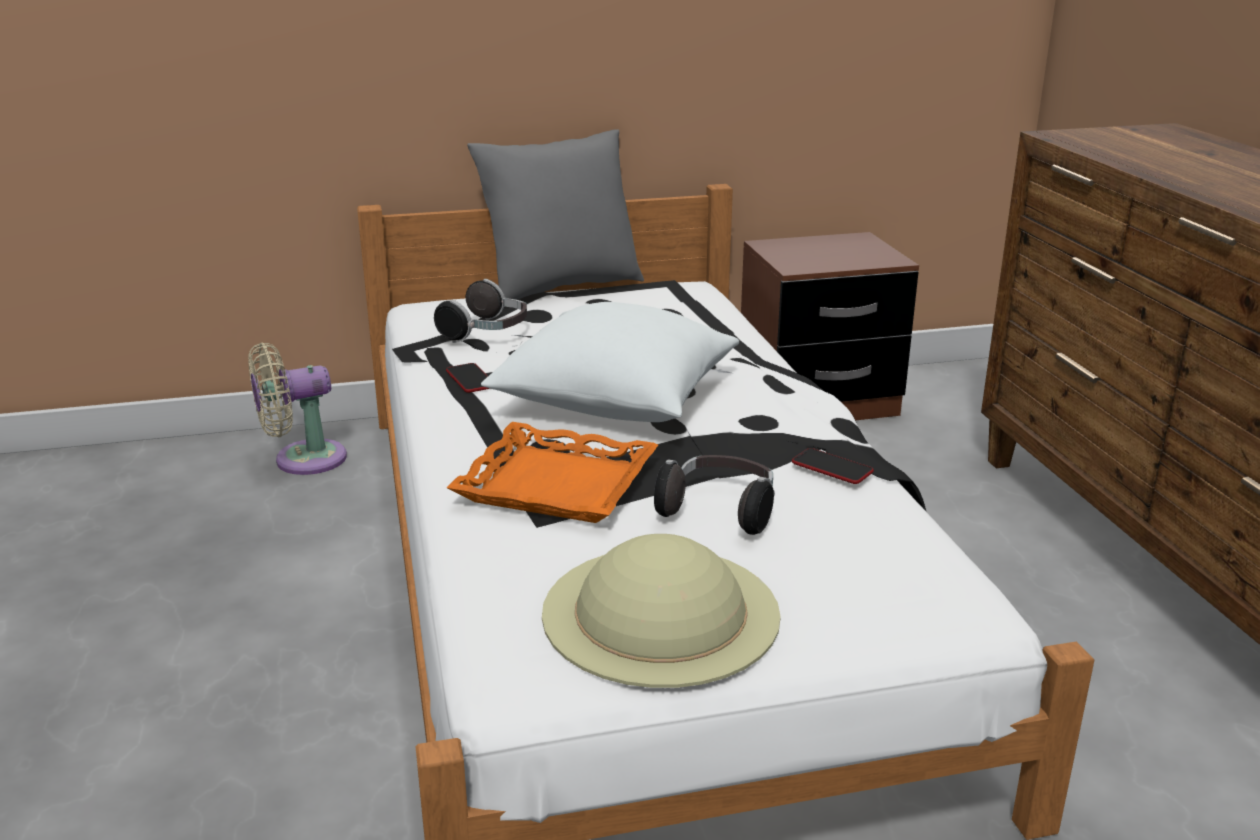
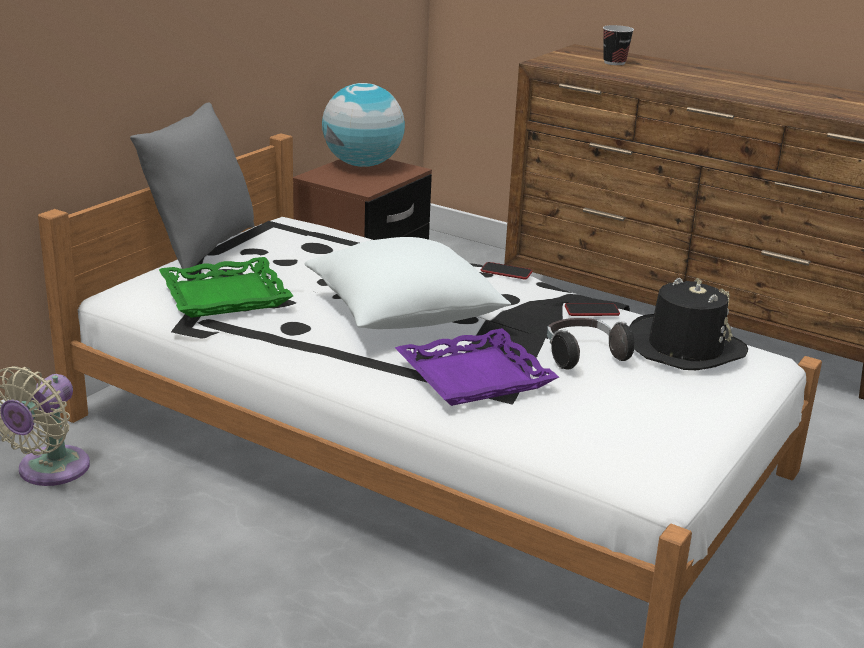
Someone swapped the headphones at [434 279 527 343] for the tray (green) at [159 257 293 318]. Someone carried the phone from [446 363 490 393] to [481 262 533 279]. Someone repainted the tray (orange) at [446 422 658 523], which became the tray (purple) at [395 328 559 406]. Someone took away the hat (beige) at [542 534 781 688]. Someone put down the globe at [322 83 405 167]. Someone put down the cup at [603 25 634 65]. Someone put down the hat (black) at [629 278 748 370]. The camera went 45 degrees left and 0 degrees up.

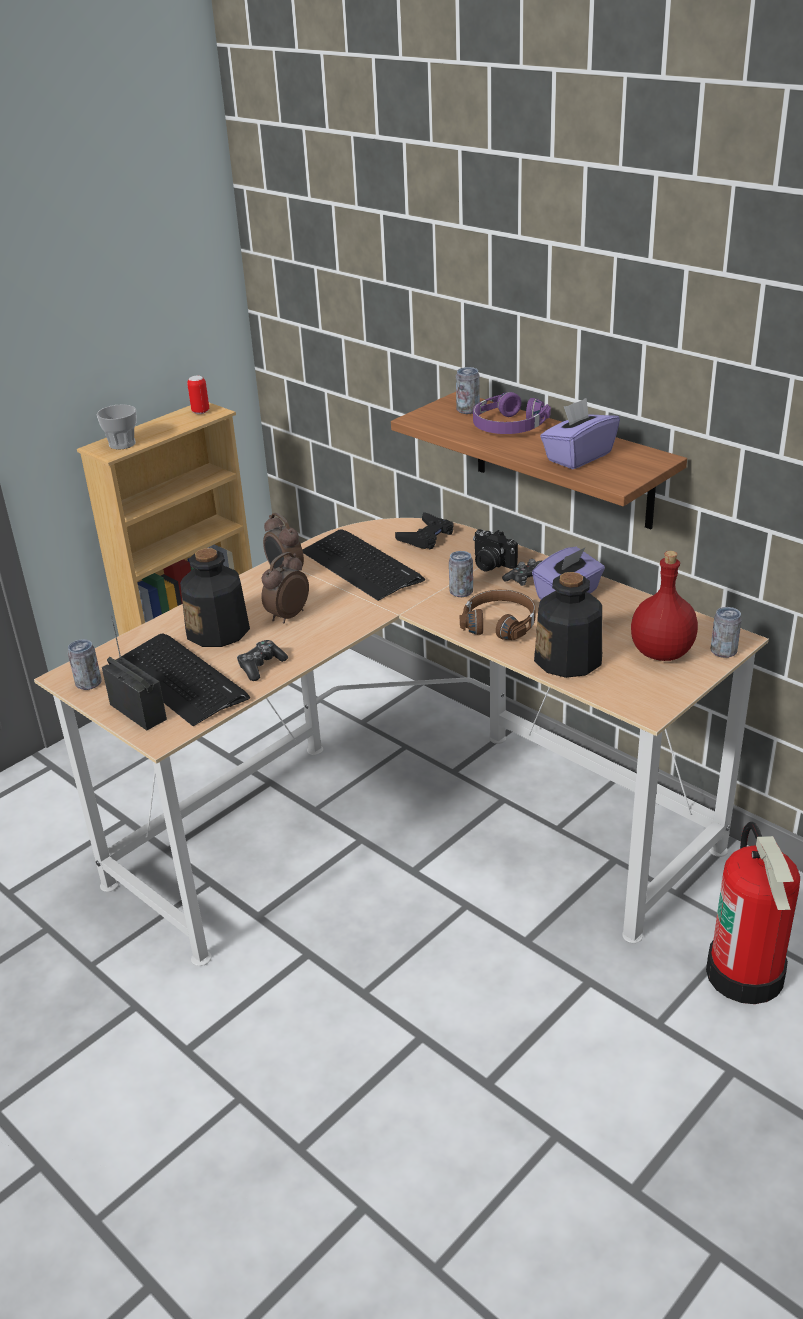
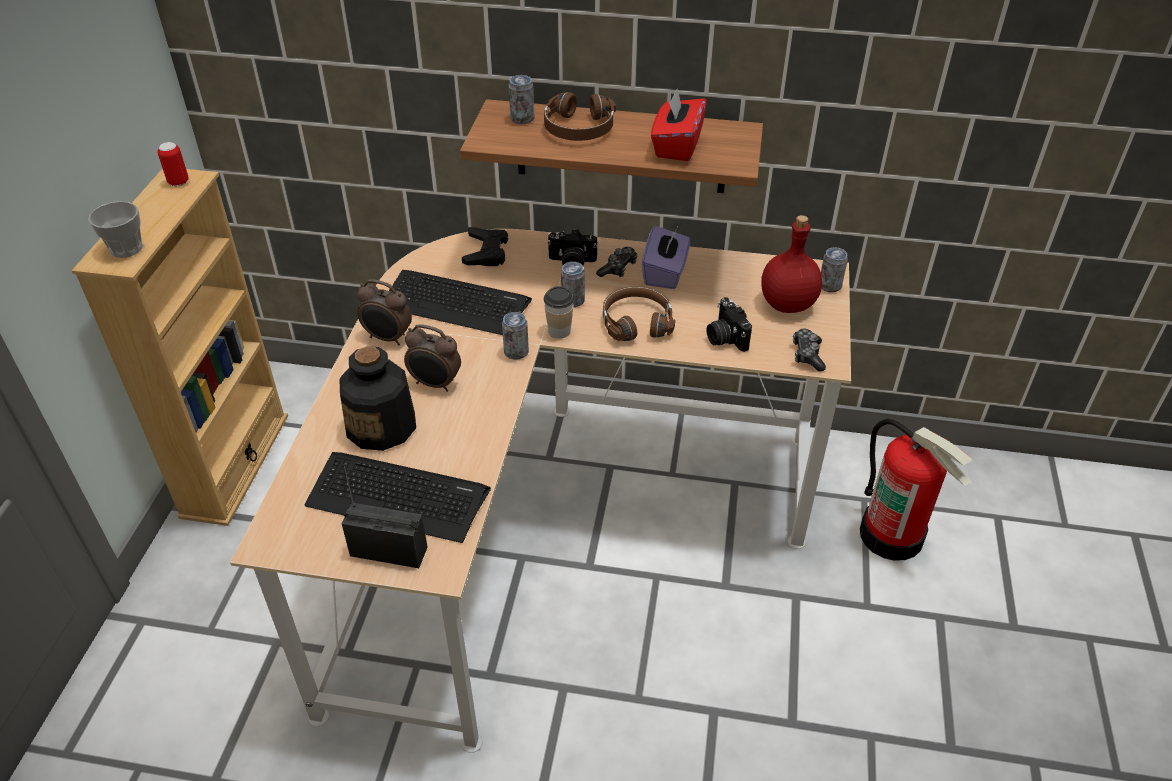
Someone carried the can from [68 639 102 690] to [502 312 529 359]. Someone carried the game controller from [237 640 288 681] to [793 329 826 371]. Someone rotated the alarm clock at [261 552 309 624] by 75 degrees counterclockwise. Someone repainted the headphones (purple) at [473 392 551 434], which became the headphones (brown) at [544 92 616 141]. Someone swapped the bottle at [534 572 602 678] for the photo camera at [707 297 752 352]. Someone repainted the tissue box (purple) at [540 398 620 469], which became the tissue box (red) at [651 89 707 161]. Someone put down the cup at [544 286 574 339]. The camera went 35 degrees left and 10 degrees up.

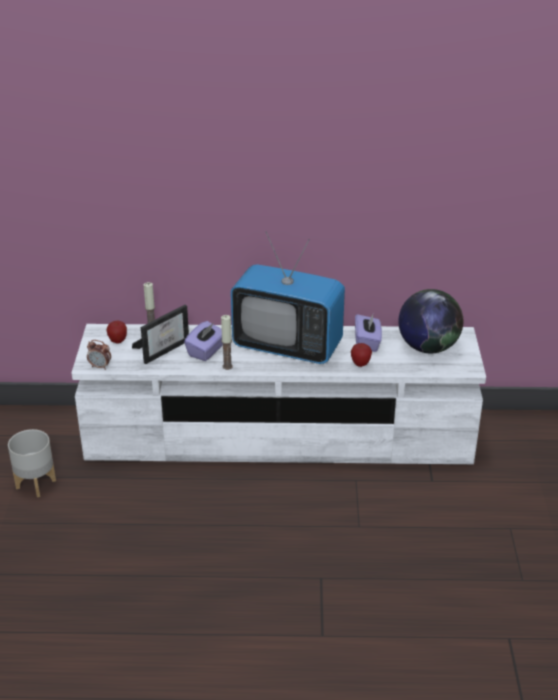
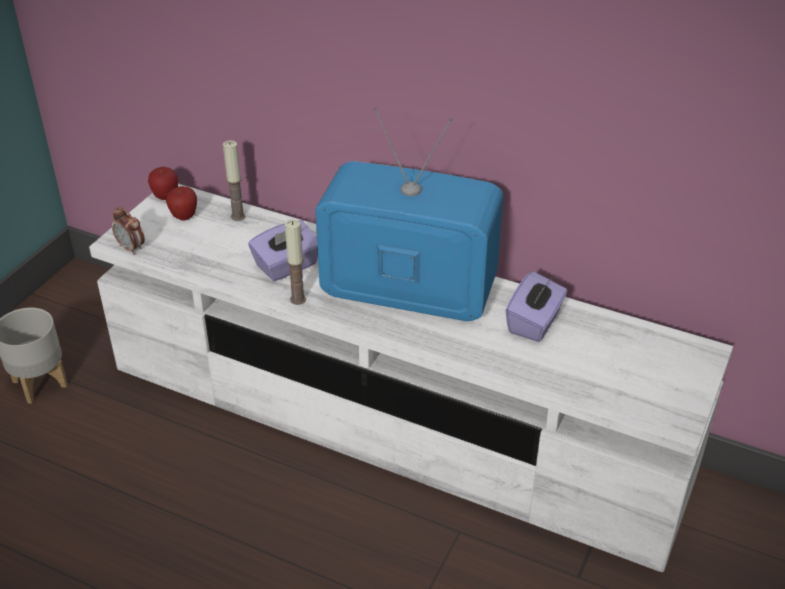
Someone took away the picture frame at [132 305 189 364]. Someone rotated the television at [231 231 345 364] by 150 degrees clockwise. Someone carried the apple from [351 343 372 367] to [148 167 178 200]. Someone took away the globe at [398 289 463 354]. The camera went 25 degrees right and 5 degrees up.

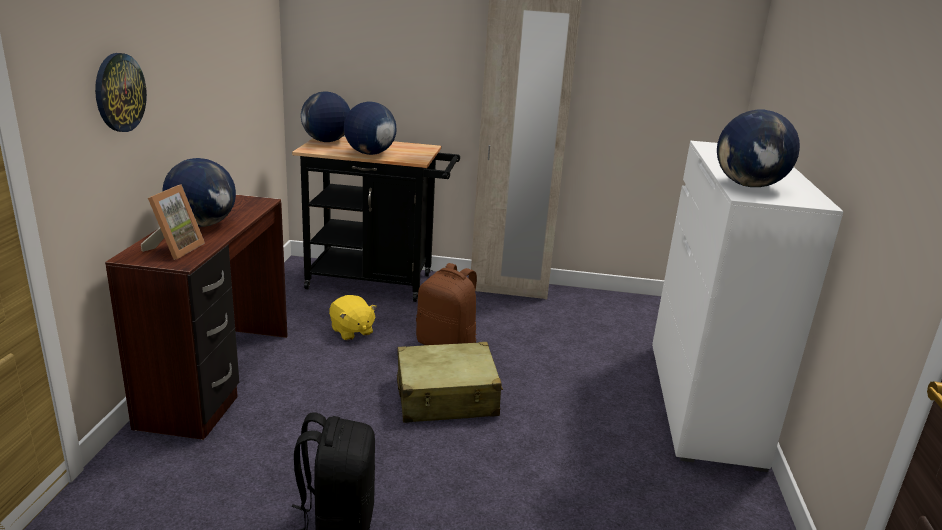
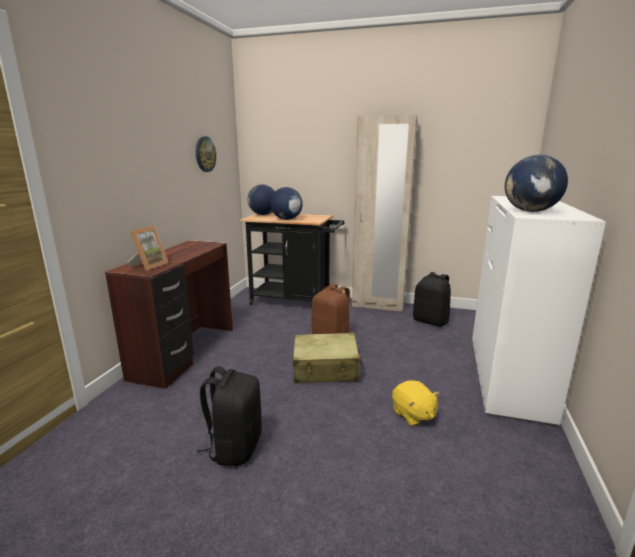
Someone carried the wall clock from [95 53 147 132] to [196 136 216 172]. Someone took away the globe at [162 158 236 227]. Someone carried the plush toy (yellow) from [329 295 377 340] to [392 380 440 426]. Someone put down the backpack (black) at [413 272 451 327]. The camera went 10 degrees right and 5 degrees down.

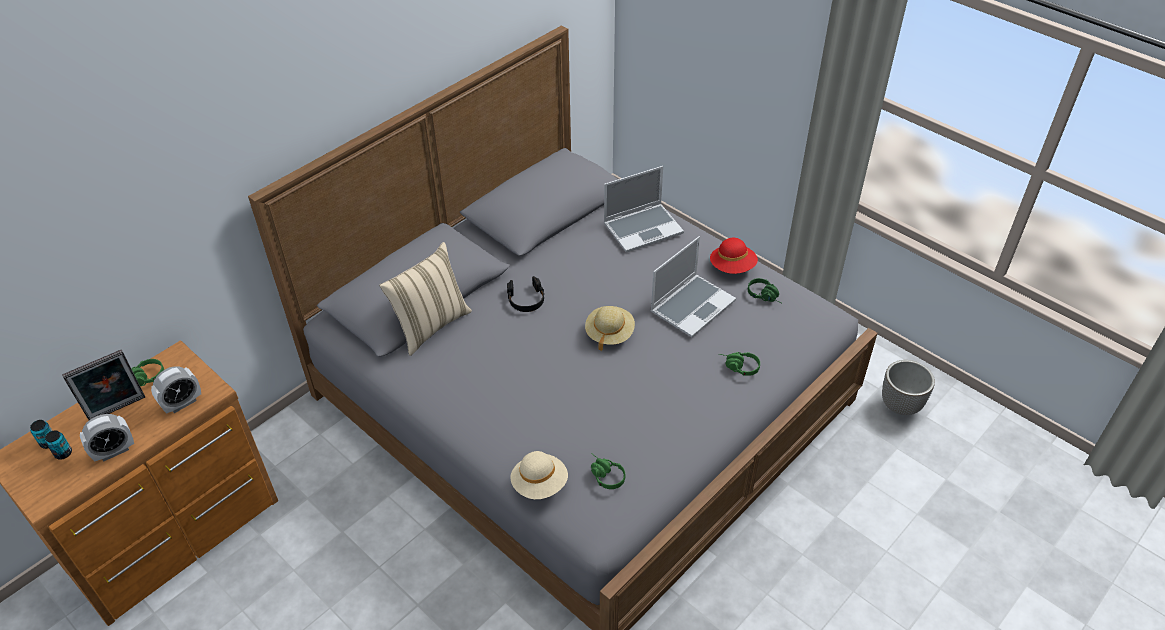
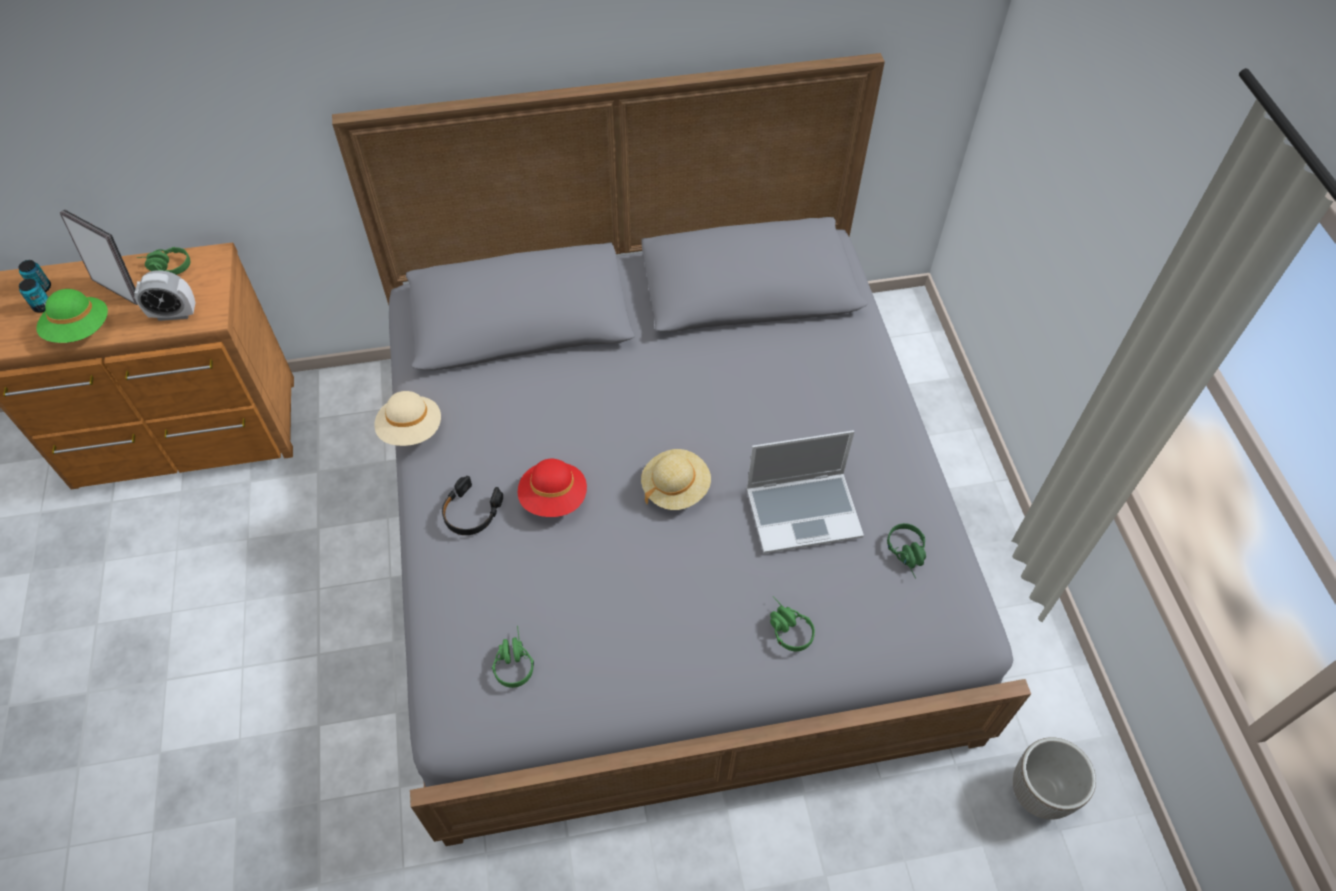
Someone rotated the picture frame at [62 349 145 420] by 150 degrees counterclockwise. Someone swapped the alarm clock at [80 414 134 461] for the hat (green) at [36 289 108 343]. Someone took away the pillow (beige) at [379 242 472 356]. Someone carried the headphones (black) from [507 276 544 312] to [442 476 503 535]. Someone carried the hat (beige) from [510 451 568 499] to [374 391 441 446]. Someone took away the laptop at [604 166 684 252]. Someone carried the hat (red) from [710 238 758 274] to [518 459 587 517]. The camera went 35 degrees right and 10 degrees up.

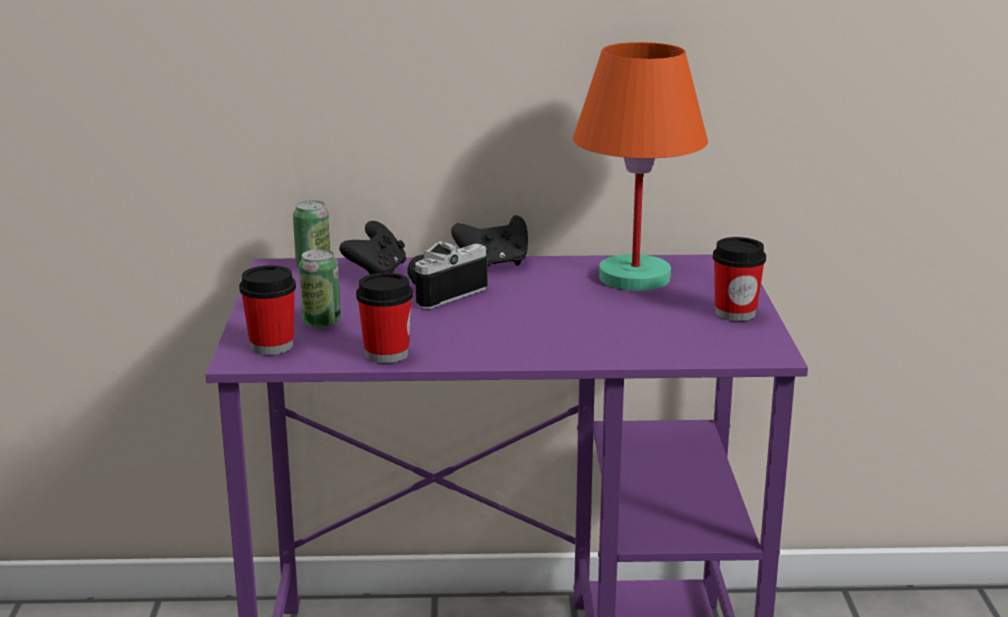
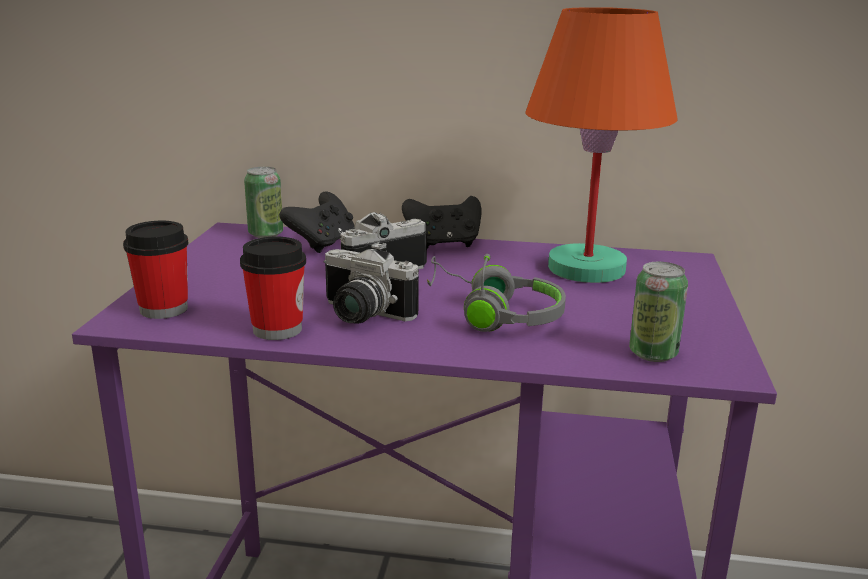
Someone carried the can from [299 249 341 329] to [629 262 688 362]. Someone took away the cup at [713 237 766 321]. Someone put down the photo camera at [323 242 419 324]. Someone put down the headphones (grey) at [427 254 566 332]. The camera went 10 degrees right and 0 degrees up.

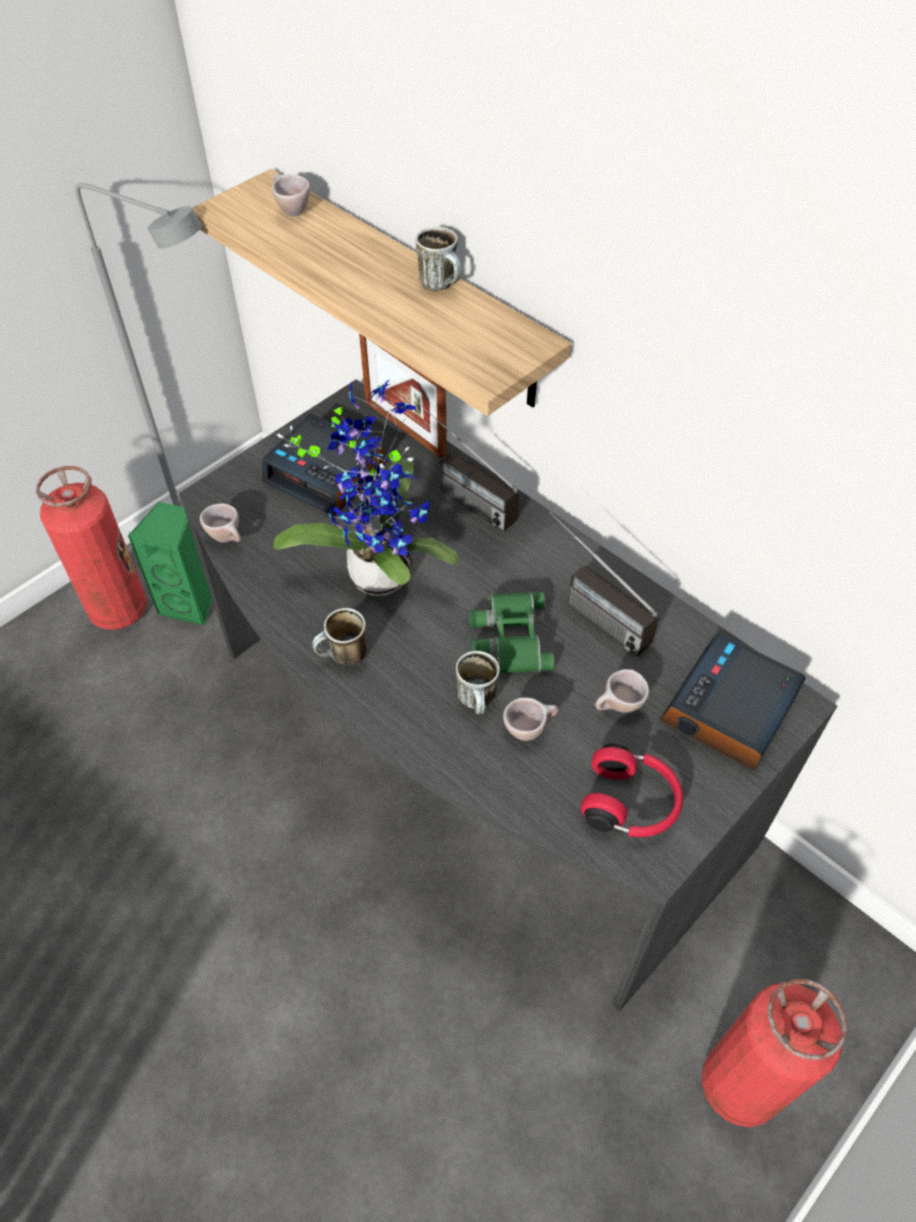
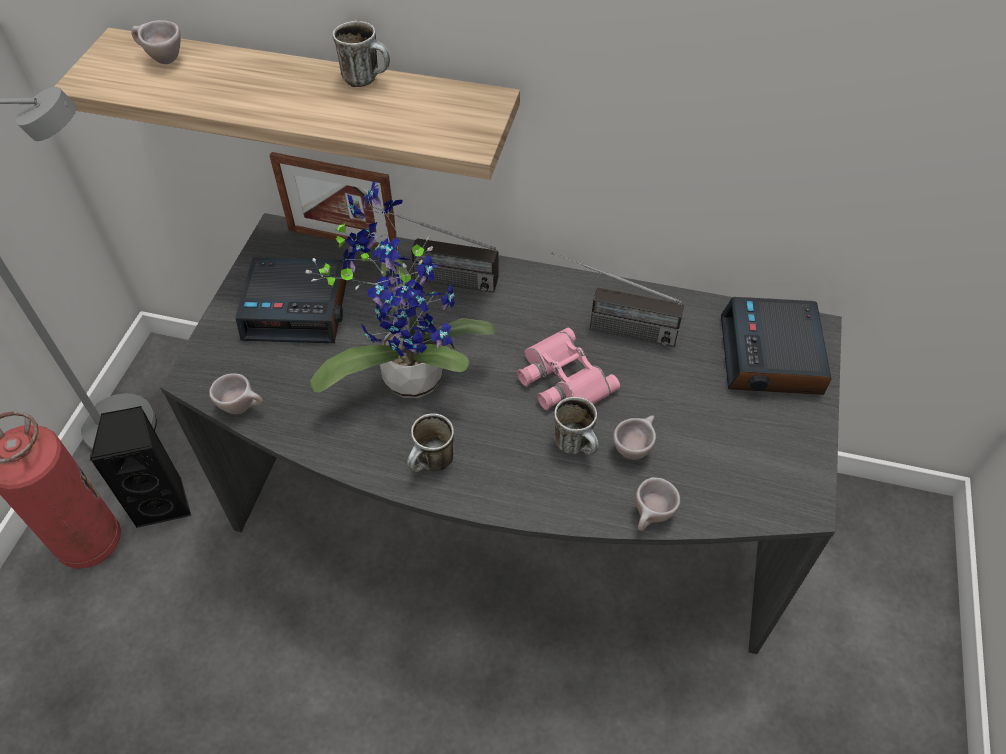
Someone repainted the speaker (green) at [127 502 213 625], which became the speaker (black) at [90 406 191 528]. Someone repainted the binoculars (green) at [469 592 554 674], which became the binoculars (pink) at [517 328 620 410]. Someone took away the headphones (red) at [581 743 683 837]. Someone carried the cup (beige) from [595 669 649 713] to [635 477 680 531]. Someone took away the fire extinguisher at [702 979 847 1127]. The camera went 30 degrees left and 0 degrees up.

